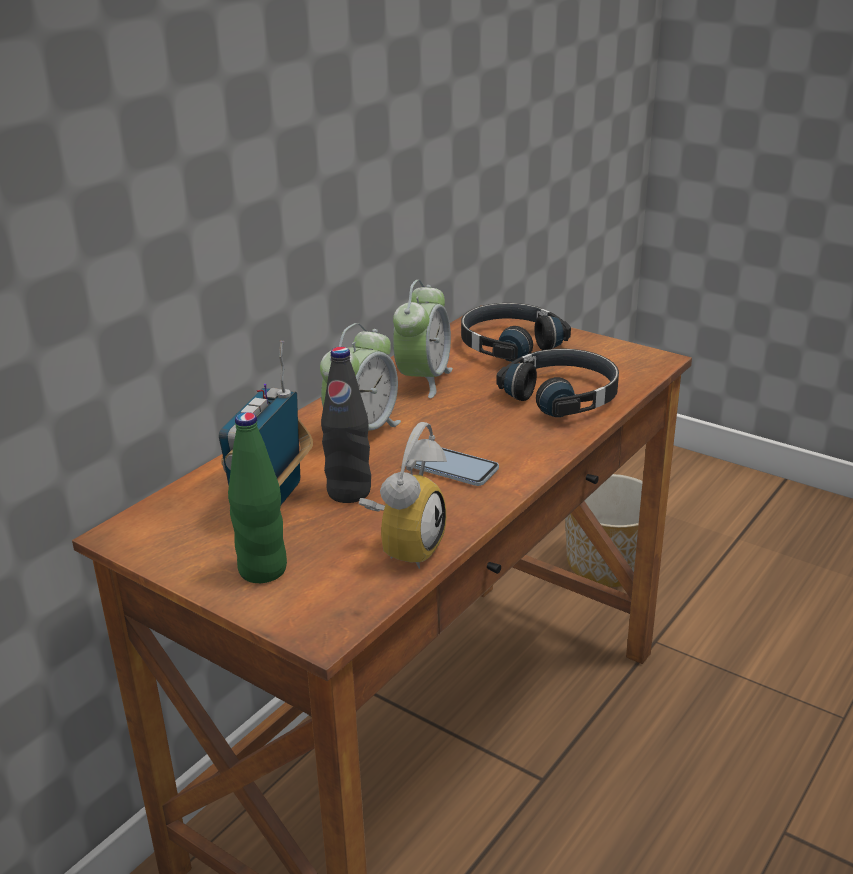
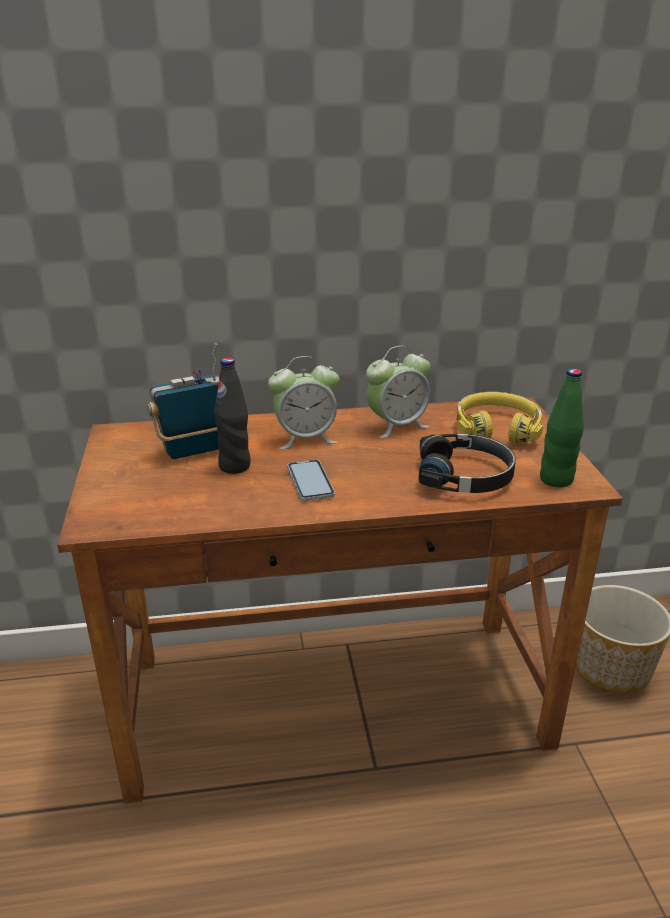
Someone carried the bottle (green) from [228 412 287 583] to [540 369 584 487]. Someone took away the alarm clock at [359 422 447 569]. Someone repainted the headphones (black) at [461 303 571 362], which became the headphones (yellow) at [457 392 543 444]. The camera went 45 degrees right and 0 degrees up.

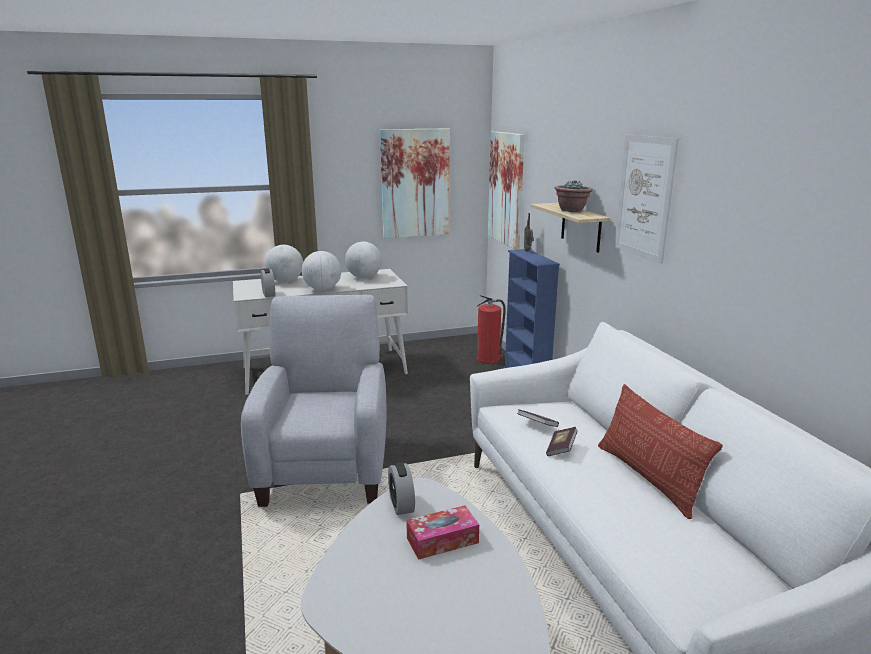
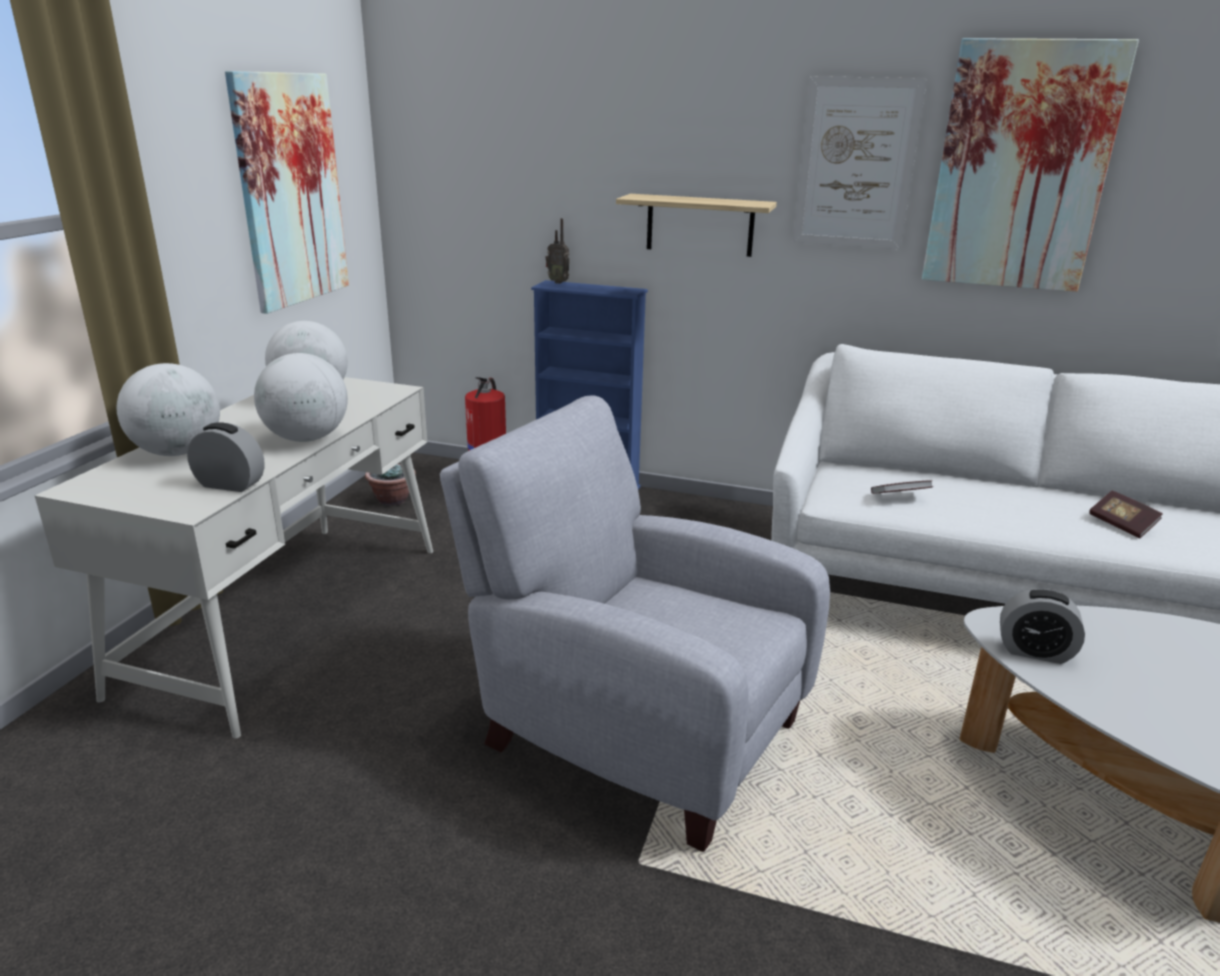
Someone took away the tissue box at [406 505 479 560]. Someone carried the picture from [488 131 525 250] to [922 38 1139 292]. Someone carried the book from [546 427 578 456] to [1089 491 1163 538]. Someone carried the potted plant from [555 180 593 212] to [365 464 416 506]. Someone took away the pillow at [598 384 723 519]. The camera went 55 degrees left and 5 degrees up.

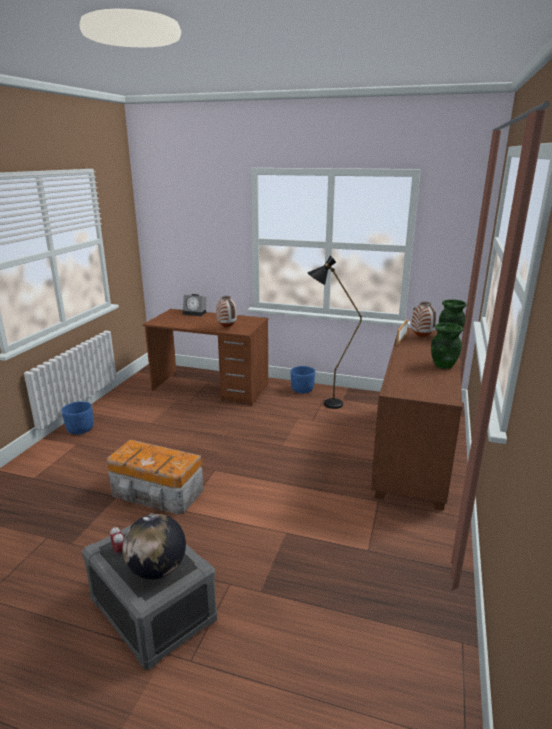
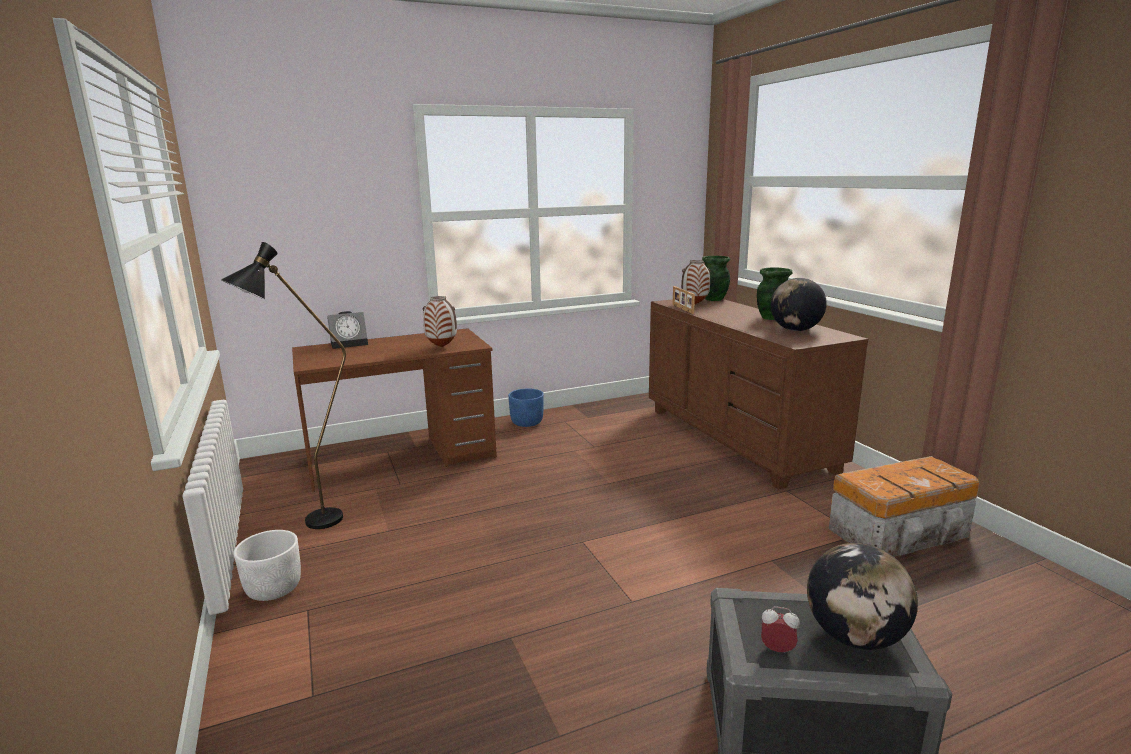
Someone repainted the planter (blue) at [61 401 94 434], which became the planter (white) at [234 530 301 601]. Someone carried the storage box from [106 440 204 515] to [828 456 979 556]. Someone carried the floor lamp (black) from [307 256 362 409] to [221 242 346 529]. Someone put down the globe at [771 278 827 331]. The camera went 40 degrees left and 5 degrees down.

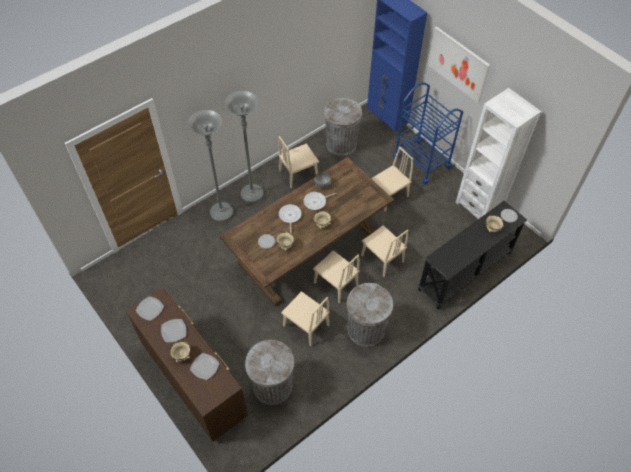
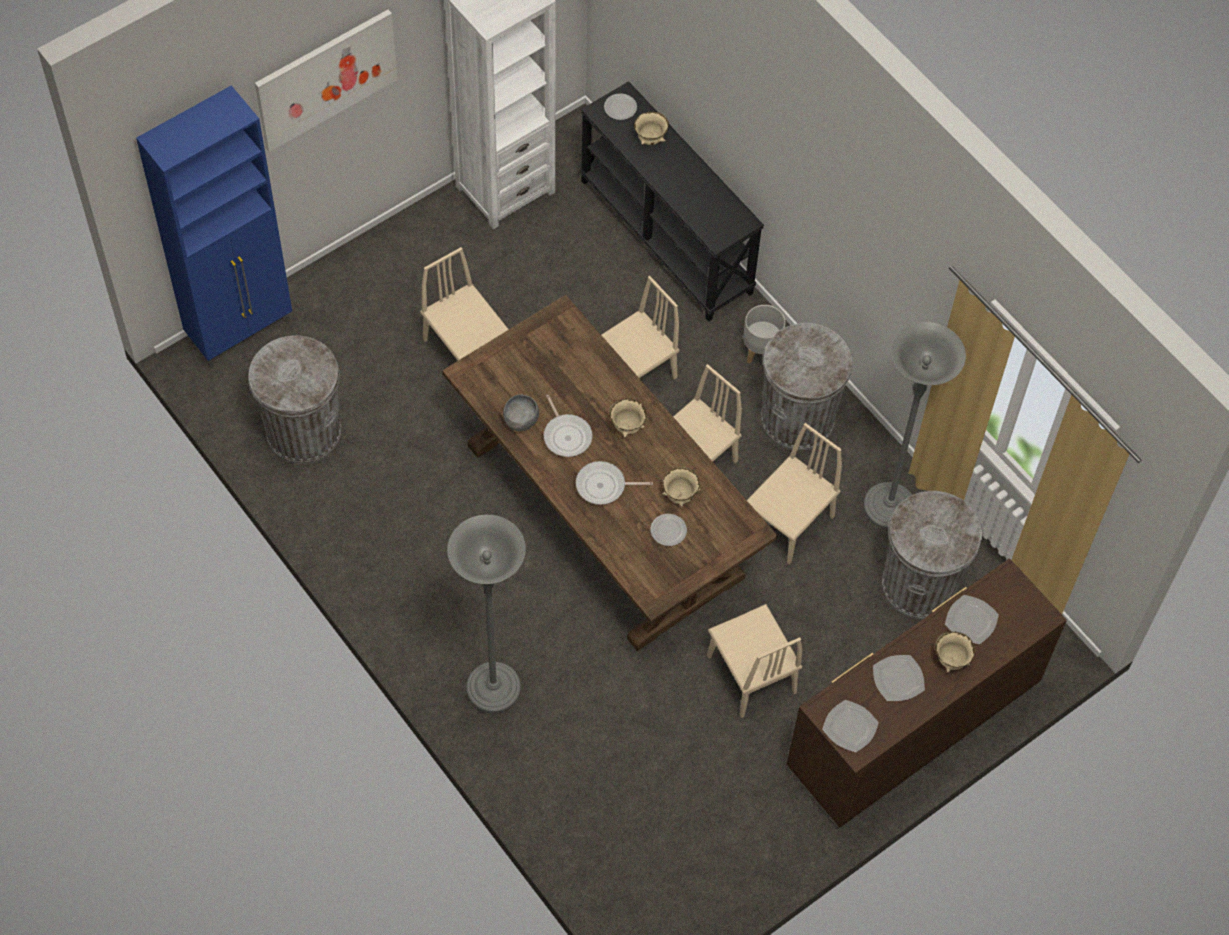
Someone carried the floor lamp (grey) from [224 91 263 203] to [864 322 966 530]. Someone carried the chair (beige) from [278 136 319 188] to [707 604 803 718]. Someone took away the cart (blue) at [393 82 463 185]. Someone put down the planter (grey) at [743 305 785 364]. The camera went 90 degrees left and 5 degrees up.

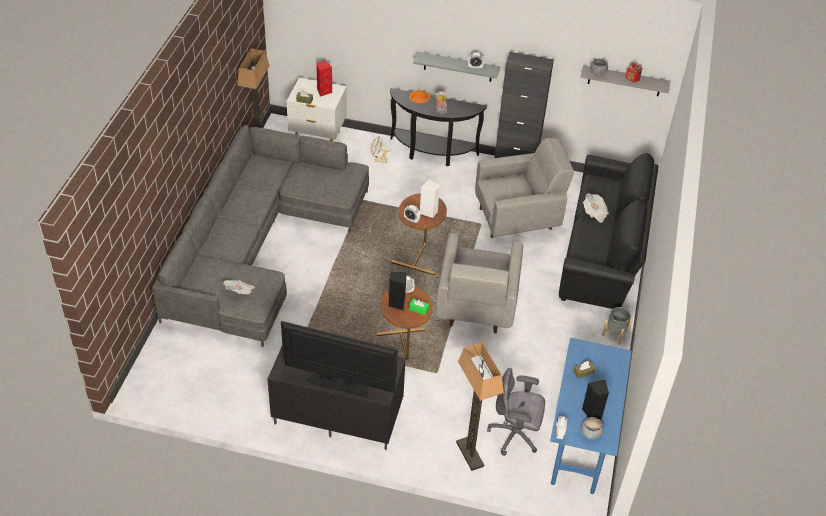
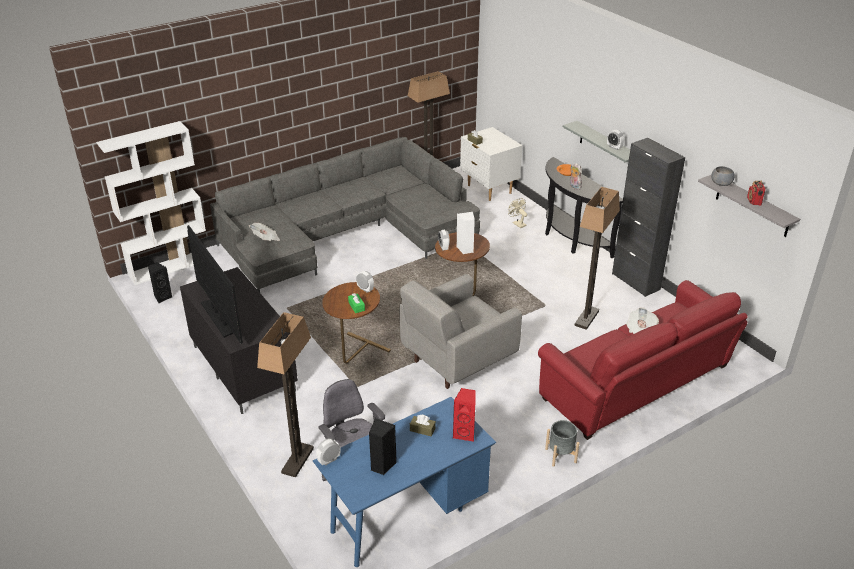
Someone carried the speaker (red) from [316 61 332 97] to [453 388 476 442]. Someone carried the speaker (black) from [389 272 407 310] to [148 262 172 303]. Someone swapped the armchair (grey) at [475 138 574 238] for the floor lamp at [575 187 620 330]. Someone repainted the sofa (black) at [559 153 658 309], which became the sofa (red) at [538 280 748 440]. Someone took away the bowl (grey) at [581 417 604 439]. Someone put down the bookcase (white) at [96 121 206 285]. The camera went 45 degrees right and 10 degrees down.

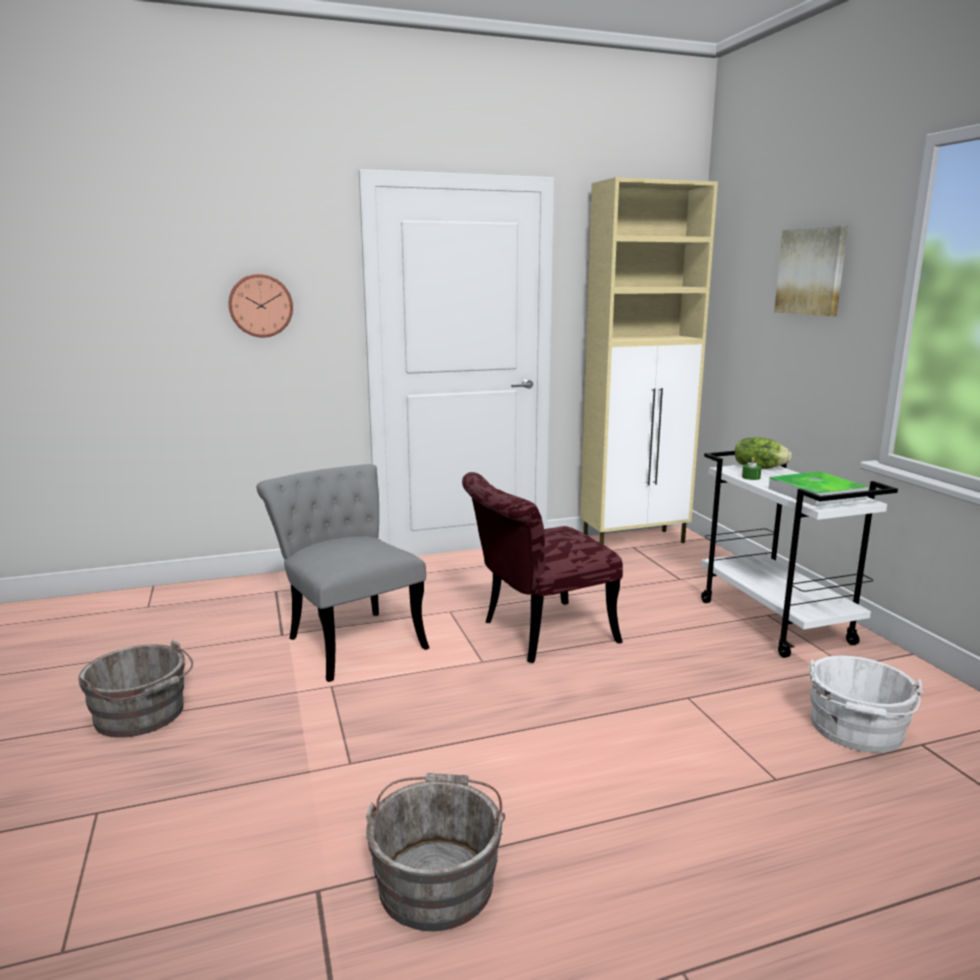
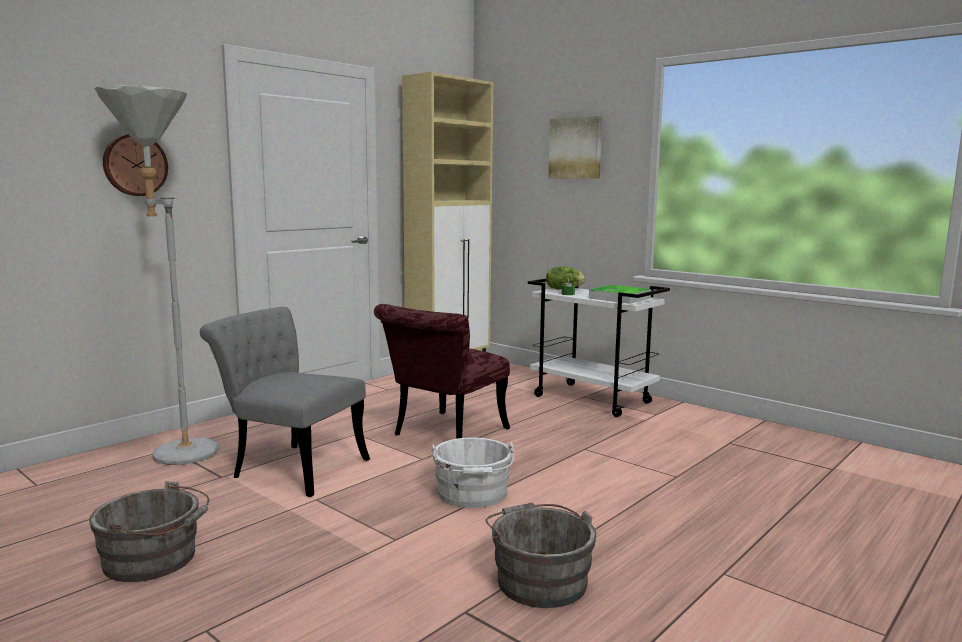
Someone carried the bucket (white) from [808 656 923 753] to [431 437 514 508]. Someone put down the floor lamp (grey) at [95 85 220 465]. The camera went 30 degrees left and 5 degrees down.

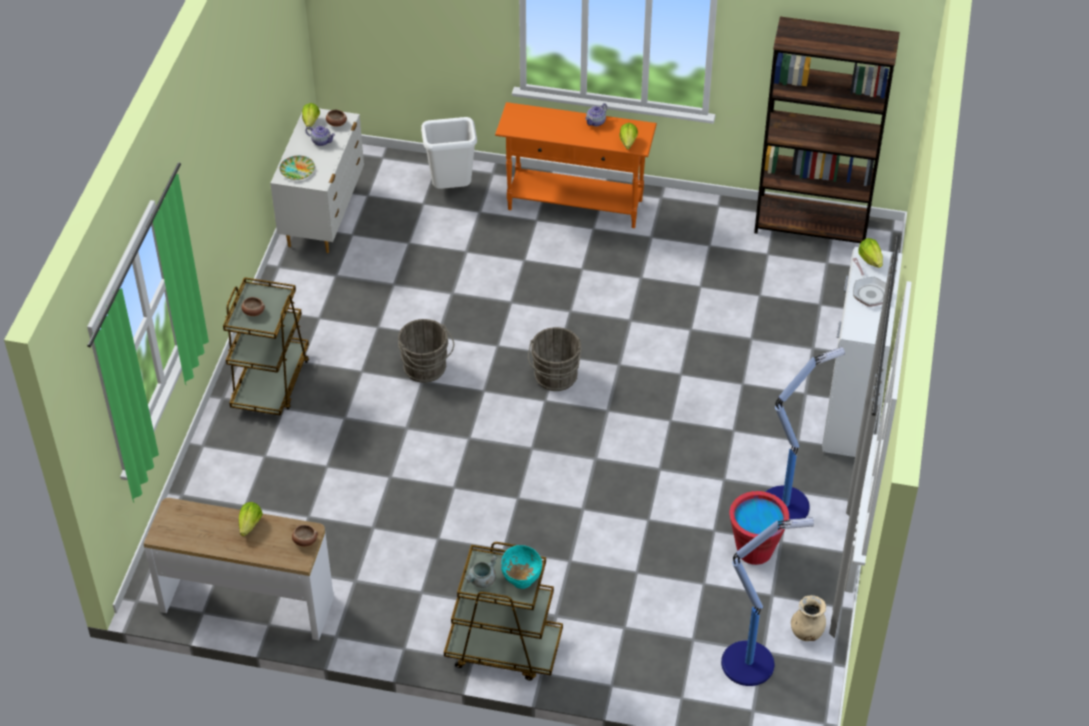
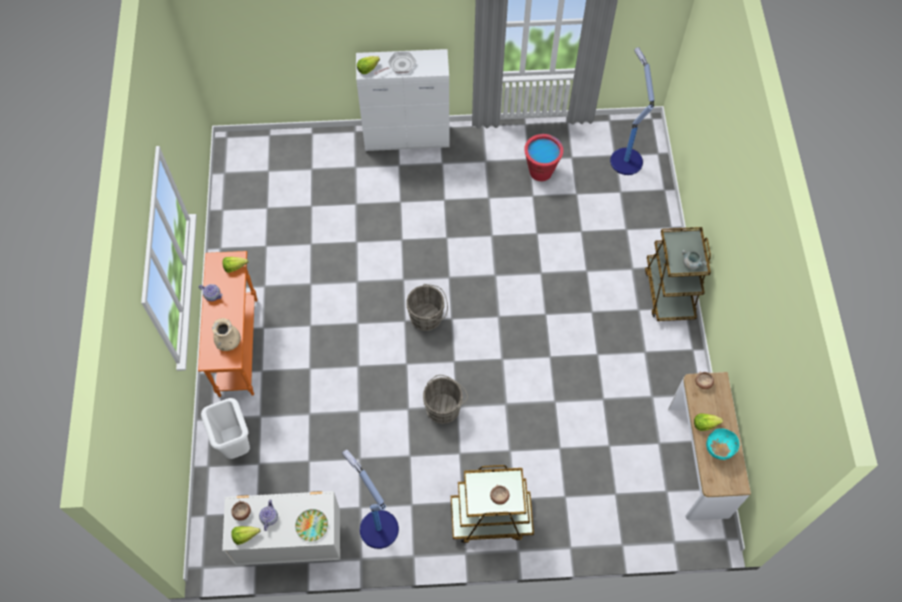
Someone carried the bowl (turquoise) from [501 545 542 589] to [706 428 739 460]. Someone took away the bookcase (brown) at [754 17 900 243]. Someone carried the floor lamp from [766 347 845 519] to [342 450 399 549]. Someone carried the vase (beige) from [791 595 826 641] to [212 318 241 351]. The camera went 105 degrees left and 15 degrees up.

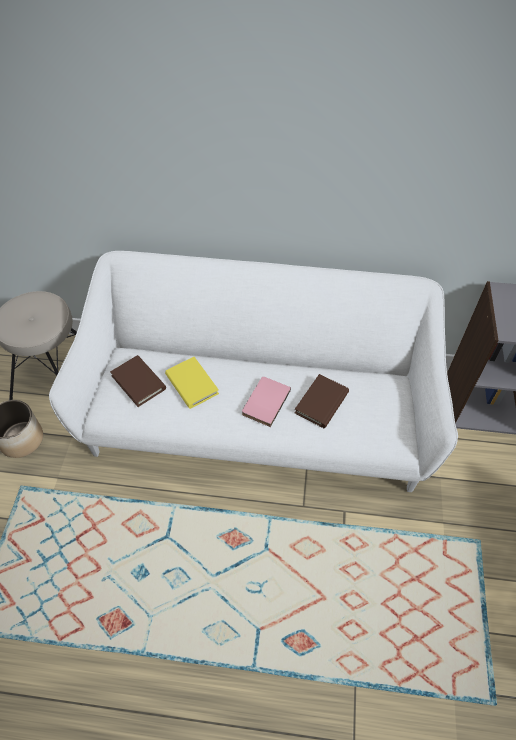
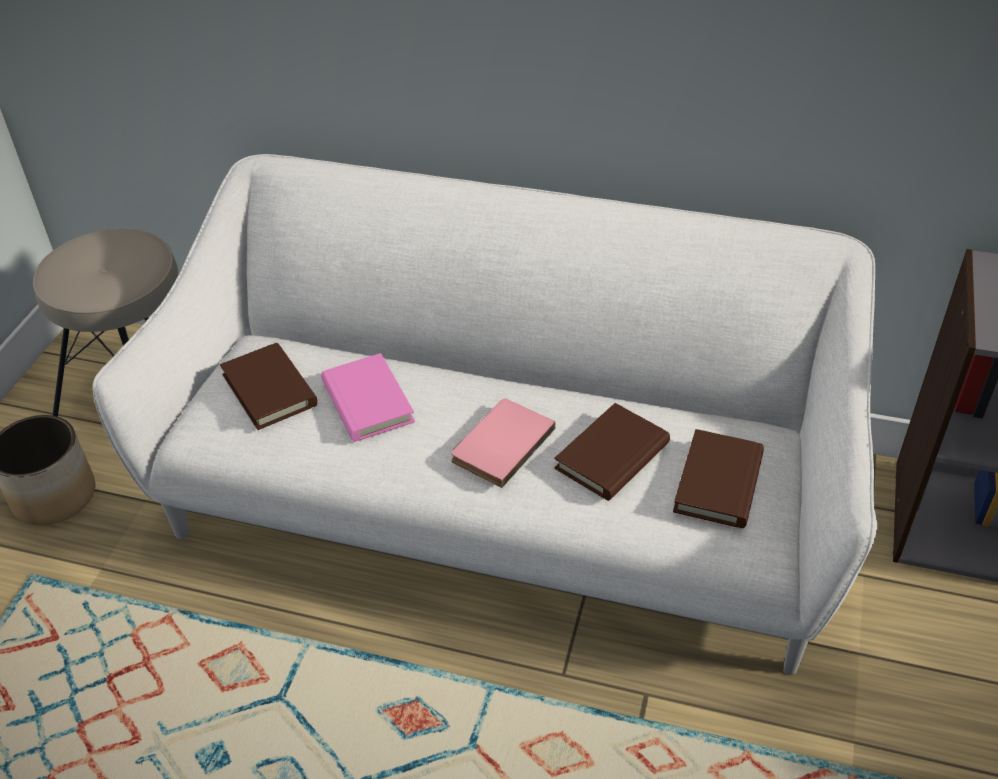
Someone repainted the book (yellow) at [165 357 219 409], which became the book (pink) at [321 353 415 442]. Someone put down the book (brown) at [673 429 764 528]. The camera went 10 degrees right and 10 degrees down.

